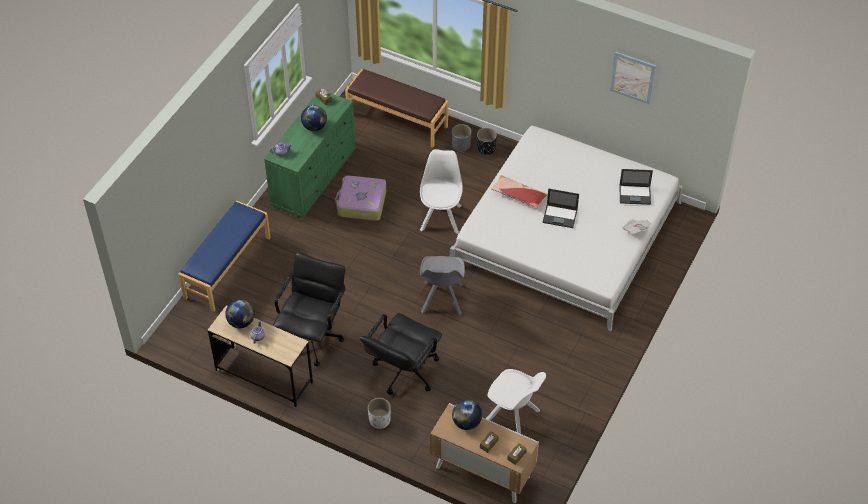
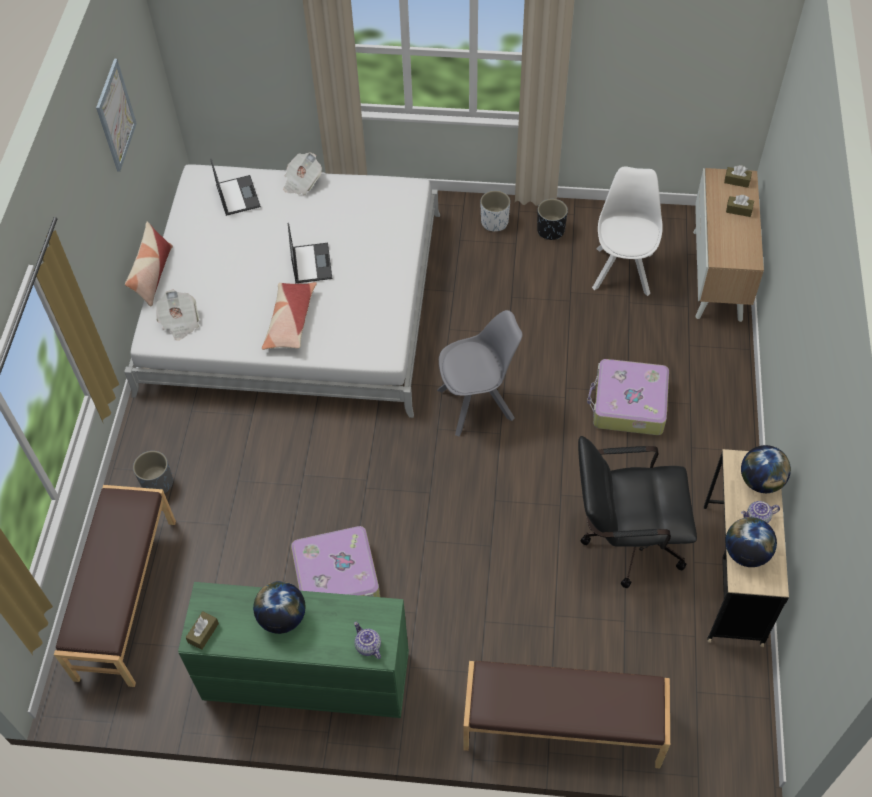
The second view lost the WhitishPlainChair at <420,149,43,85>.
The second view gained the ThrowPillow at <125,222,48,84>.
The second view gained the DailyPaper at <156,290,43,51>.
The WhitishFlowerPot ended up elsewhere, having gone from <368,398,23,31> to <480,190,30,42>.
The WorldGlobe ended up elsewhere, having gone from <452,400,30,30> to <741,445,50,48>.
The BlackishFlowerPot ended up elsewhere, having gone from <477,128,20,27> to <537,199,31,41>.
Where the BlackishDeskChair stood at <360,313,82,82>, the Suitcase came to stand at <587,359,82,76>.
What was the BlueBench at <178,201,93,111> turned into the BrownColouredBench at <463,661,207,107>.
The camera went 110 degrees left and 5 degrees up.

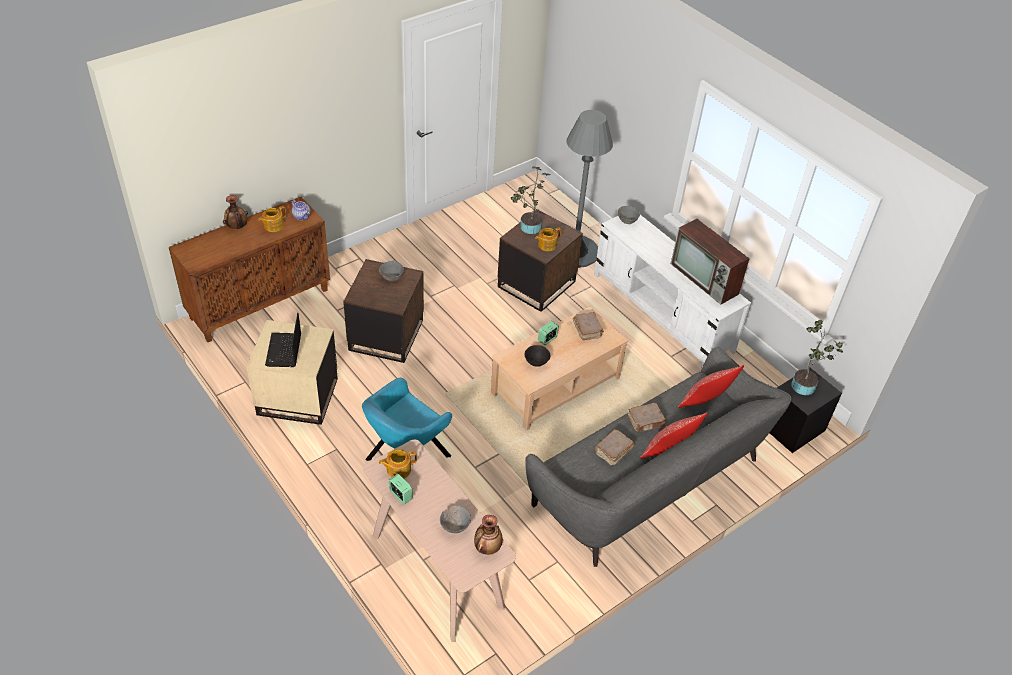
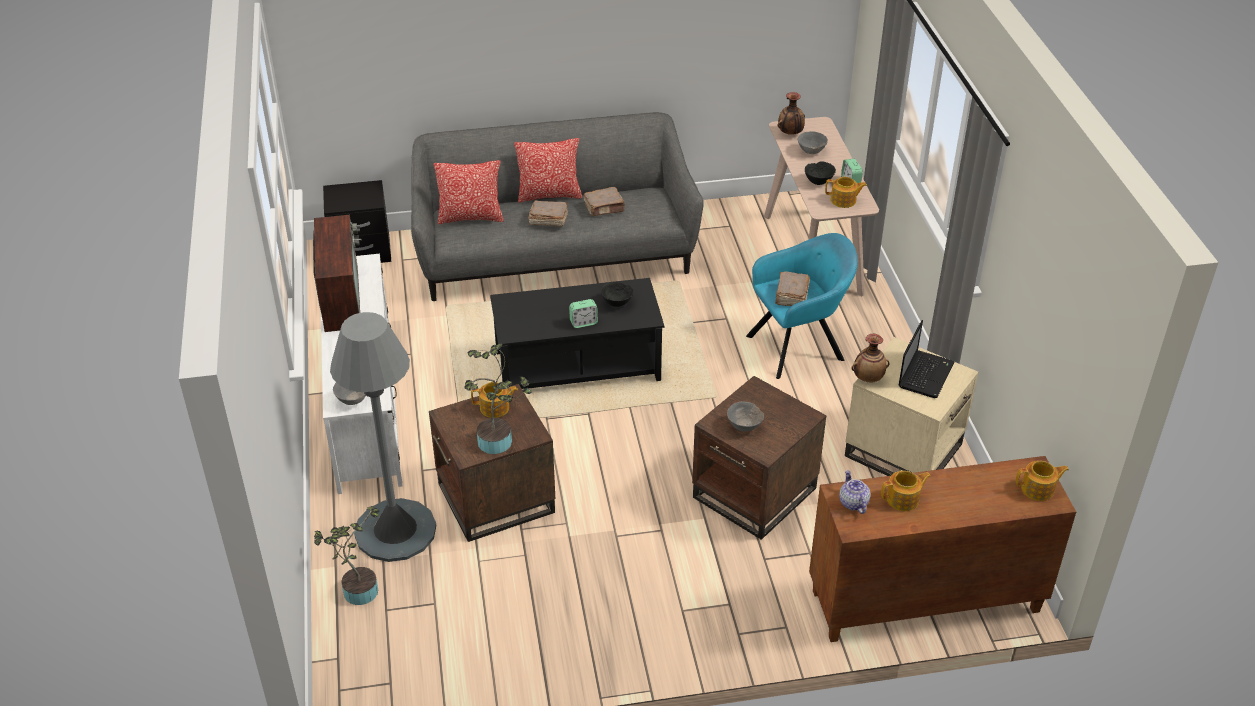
The second view gained the BlackishServingBowl at <805,161,31,24>.
The second view gained the Teapot at <1016,461,53,40>.
The FlowerVase ended up elsewhere, having gone from <223,195,25,34> to <851,334,39,48>.
The BrownColouredBook ended up elsewhere, having gone from <573,312,31,28> to <775,272,35,34>.
The PottedPlant ended up elsewhere, having gone from <791,320,52,75> to <314,506,66,99>.
What was the BeigeColouredLowTable at <491,306,137,125> turned into the BlackishLowTable at <490,278,174,111>.
The camera went 150 degrees left and 5 degrees down.

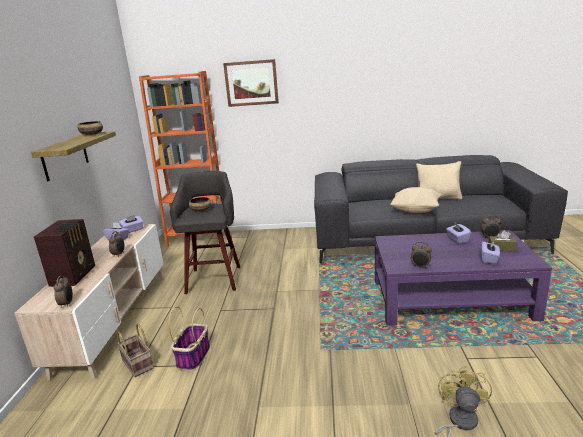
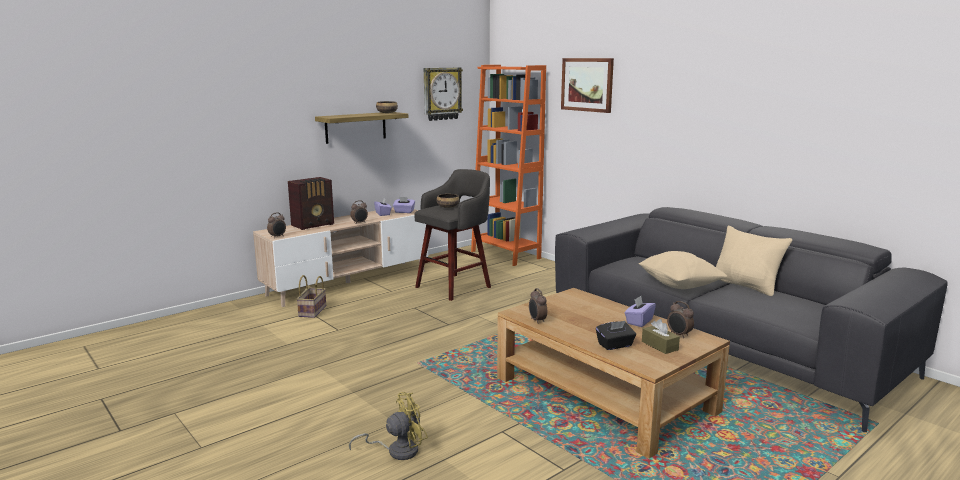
The second view lost the HouseholdBasket at <168,306,42,65>.
The second view gained the WallClock at <424,68,39,53>.
What was the PurpleColouredLowTable at <375,230,177,96> turned into the BrownColouredLowTable at <497,288,233,171>.
What was the PurpleColouredTissueHolder at <481,241,19,23> turned into the BlackishTissueHolder at <596,321,40,29>.
The camera went 45 degrees right and 5 degrees down.

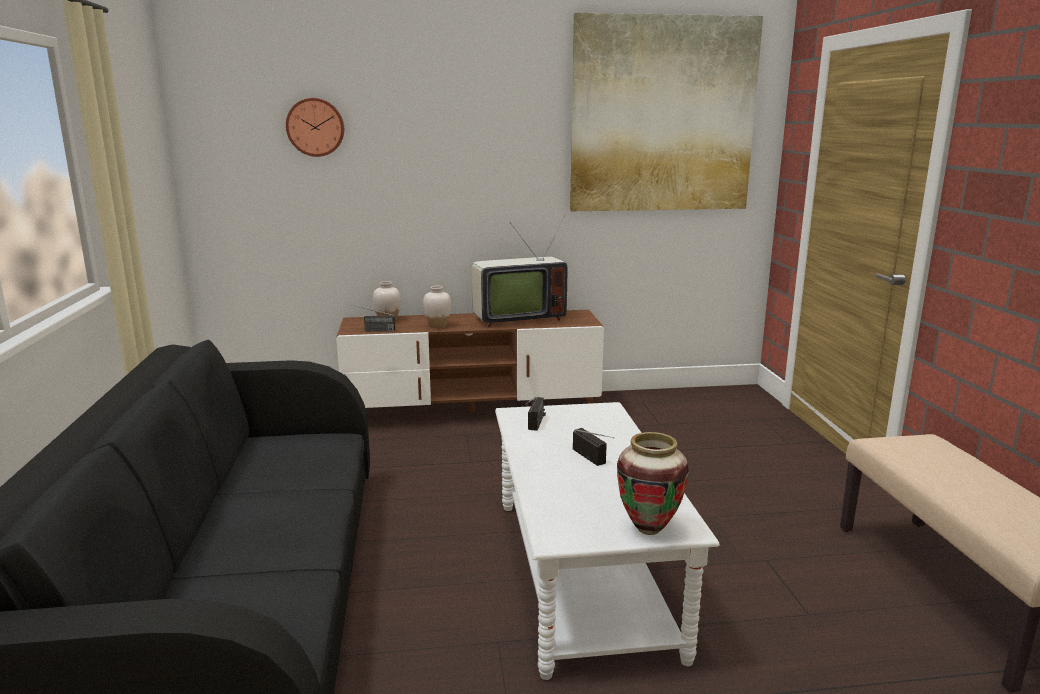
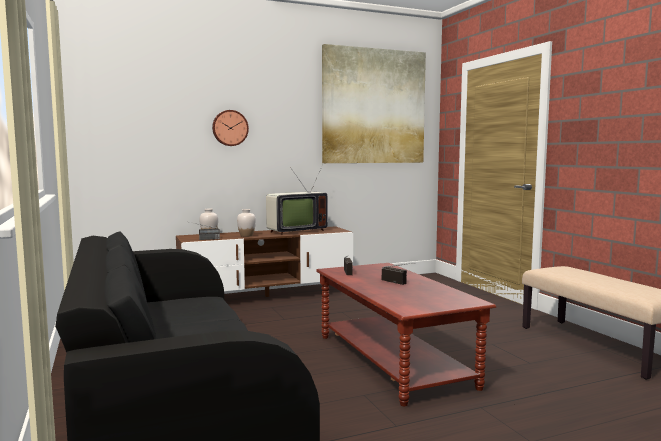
The second view lost the FlowerVase at <617,432,72,103>.
The WallClock ended up elsewhere, having gone from <286,98,58,59> to <212,110,37,36>.
What was the WhitishLowTable at <495,402,225,278> turned into the BrownColouredLowTable at <316,263,181,144>.
The camera went 15 degrees left and 10 degrees down.

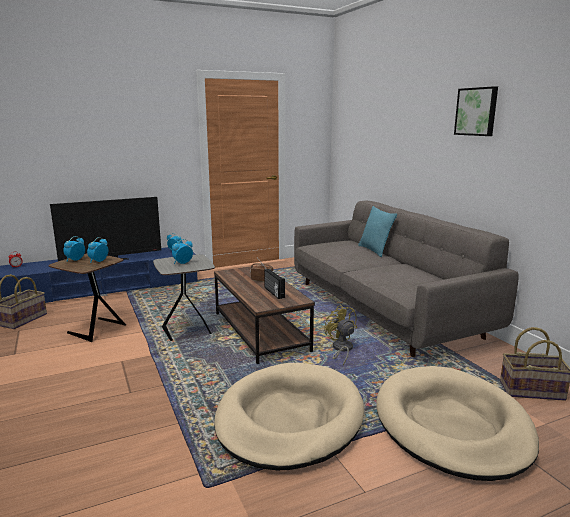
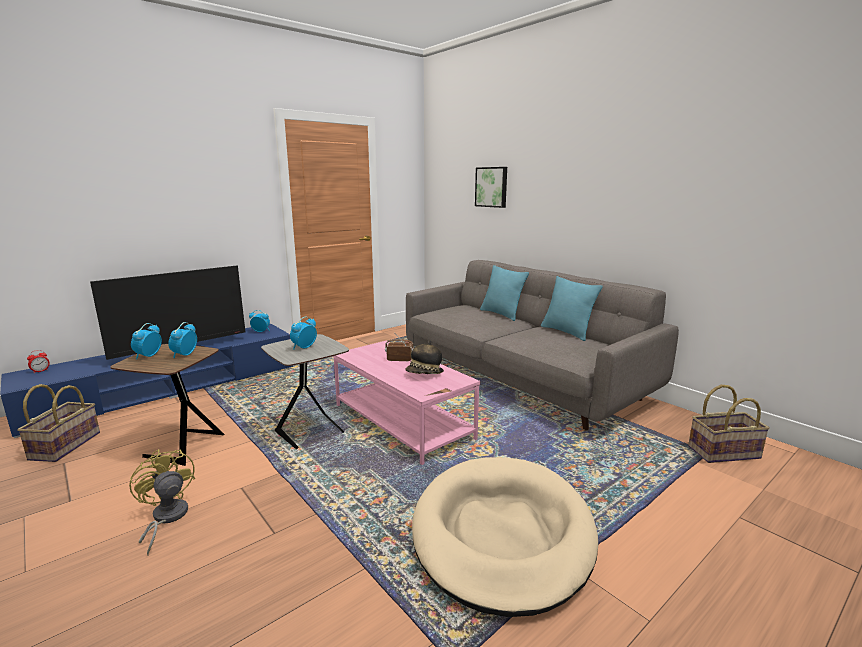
The second view lost the BeigeColouredDogCushion at <376,366,163,115>.
The second view gained the TurquoiseThrowPillow at <541,276,62,65>.
The YellowFan ended up elsewhere, having gone from <324,305,33,60> to <129,449,66,107>.
The Picture ended up elsewhere, having gone from <454,86,44,50> to <475,167,32,41>.
Where the RadioSet stood at <264,269,21,30>, the Hat came to stand at <405,340,39,34>.
What was the BrownColouredLowTable at <214,265,101,99> turned into the PinkishLowTable at <333,340,147,125>.
The camera went 15 degrees left and 0 degrees up.

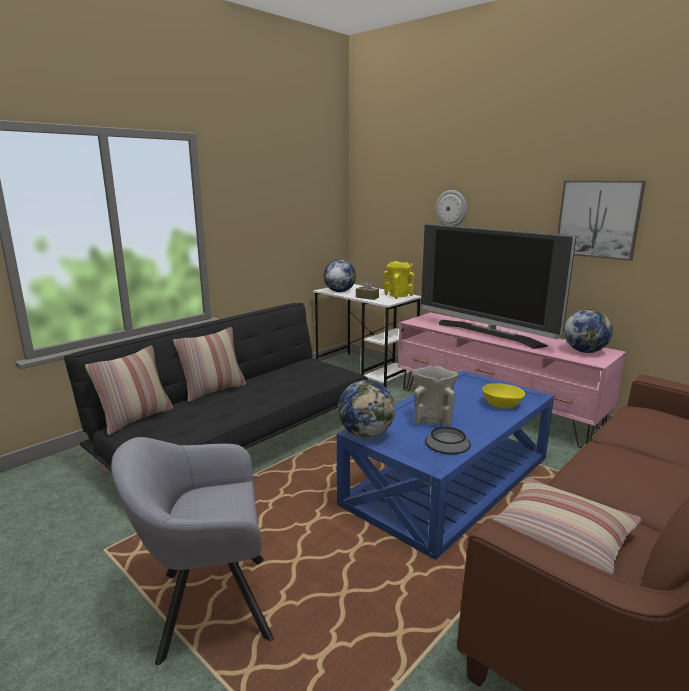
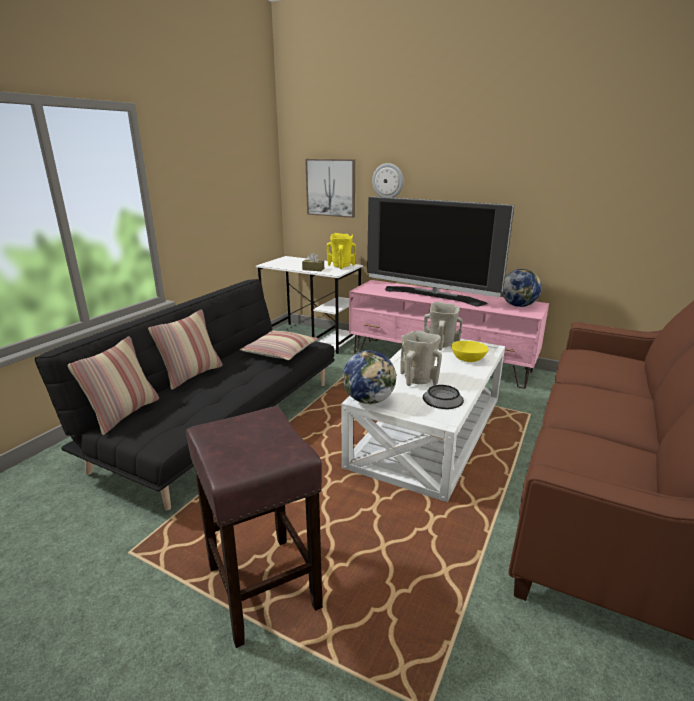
The second view lost the WorldGlobe at <324,259,32,33>.
The second view gained the BeigeColouredFlowerVase at <424,301,39,49>.
The ThrowPillow ended up elsewhere, having gone from <492,478,149,97> to <240,330,78,30>.
The Picture ended up elsewhere, having gone from <557,180,89,81> to <305,159,50,59>.
Where the GreyLoungeChair stood at <111,437,163,228>, the BrownColouredStoolSeat came to stand at <186,406,137,242>.
What was the BlueLowTable at <337,371,217,189> turned into the WhitishLowTable at <341,339,164,163>.
The camera went 15 degrees left and 5 degrees up.

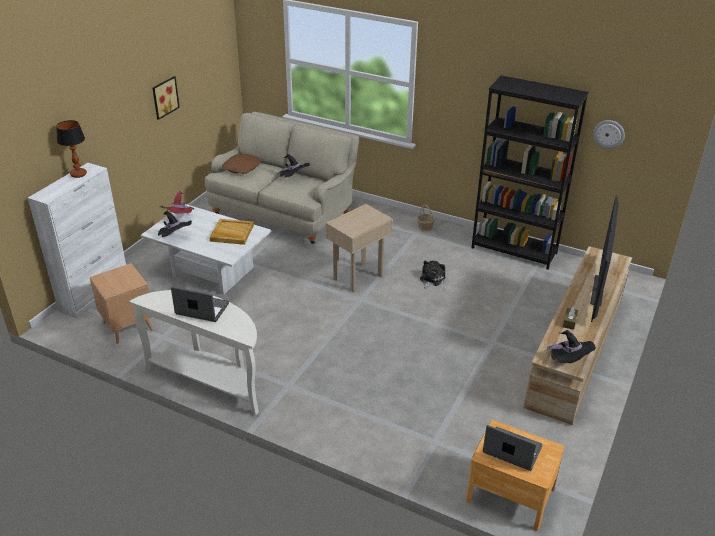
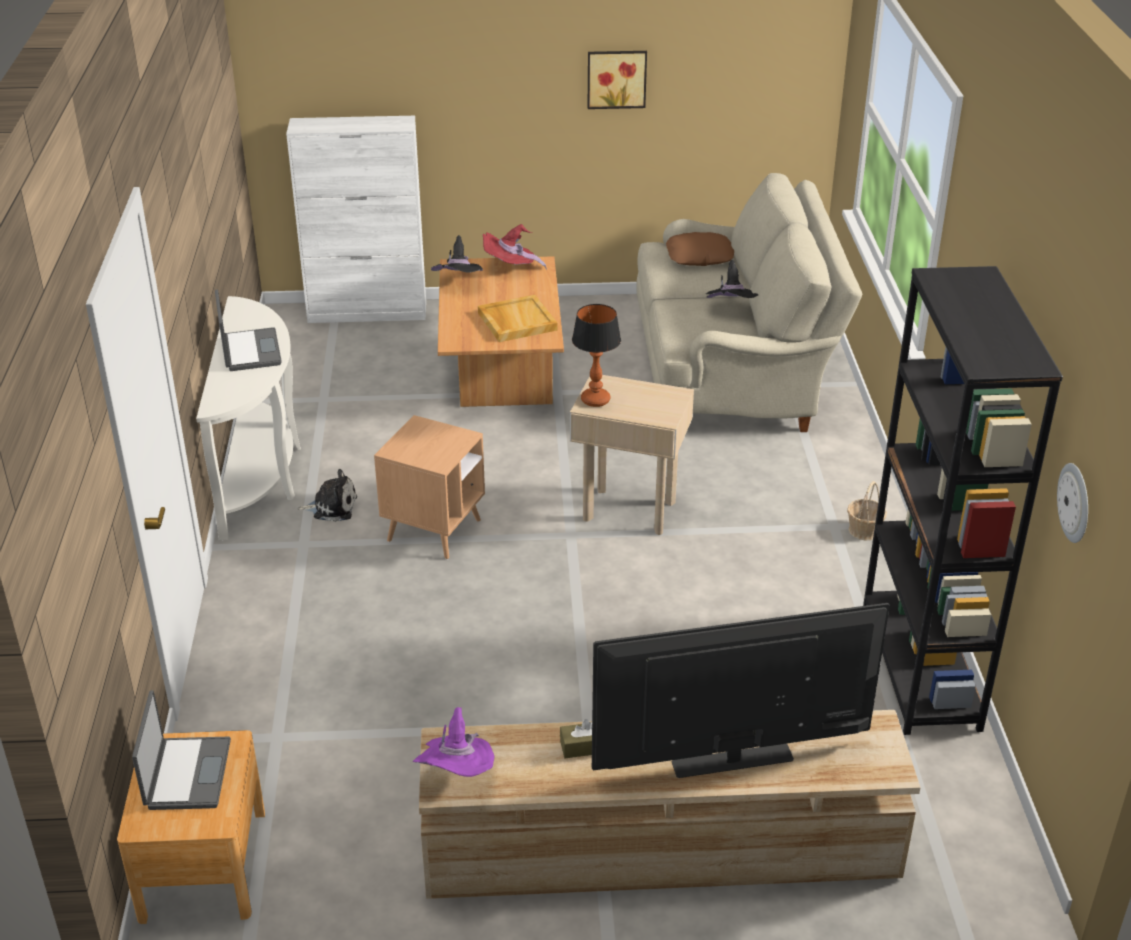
The LampForATable ended up elsewhere, having gone from <56,120,31,58> to <572,304,49,103>.
The BrownColouredEndTable ended up elsewhere, having gone from <90,263,63,81> to <374,415,111,145>.
The PlushToy ended up elsewhere, having gone from <420,260,26,29> to <298,469,59,53>.
What was the WhitishLowTable at <141,204,130,91> turned into the BrownColouredLowTable at <438,256,126,151>.
What was the BlackishHat at <545,330,51,33> turned into the PurpleColouredHat at <413,707,81,70>.
The camera went 60 degrees right and 0 degrees up.

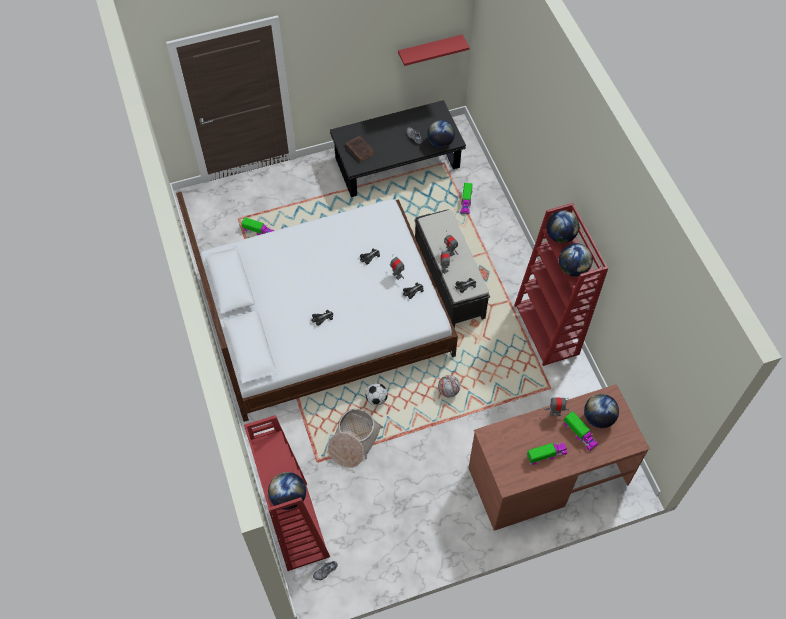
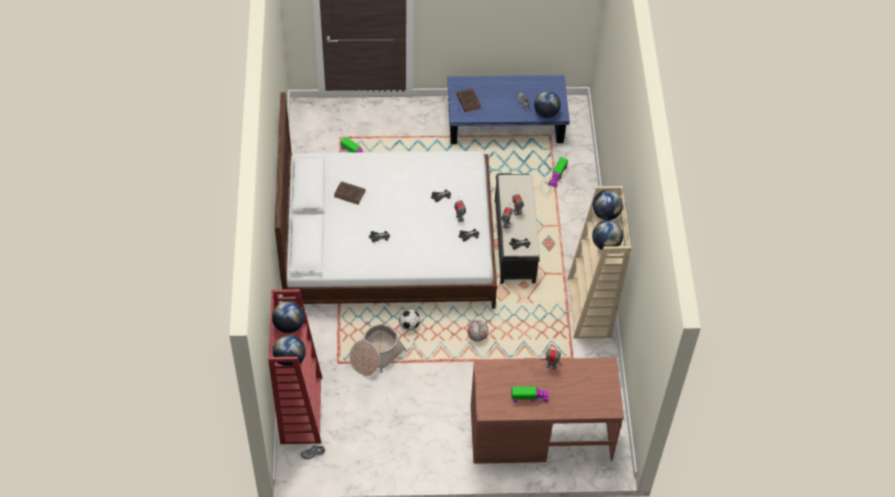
The second view lost the ReddishShelf at <398,34,72,32>.
The second view lost the ToyTruck at <564,411,34,40>.
The second view gained the BrownColouredBook at <334,181,32,23>.
The WorldGlobe ended up elsewhere, having gone from <584,394,35,34> to <272,301,32,32>.
What was the BlackishLowTable at <330,100,136,97> turned into the BlueLowTable at <447,75,123,69>.
What was the ReddishBookcase at <514,203,94,163> turned into the BeigeColouredBookcase at <567,186,64,153>.
The camera went 15 degrees right and 5 degrees down.

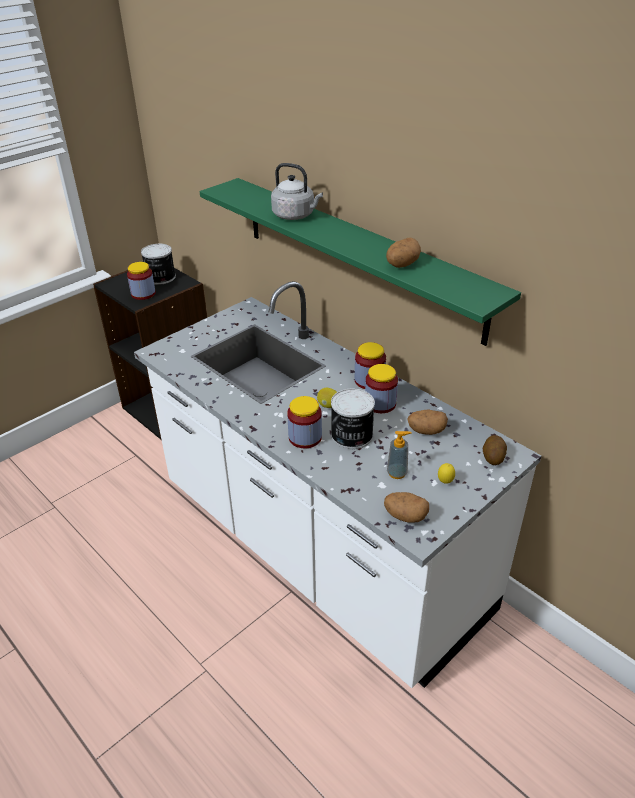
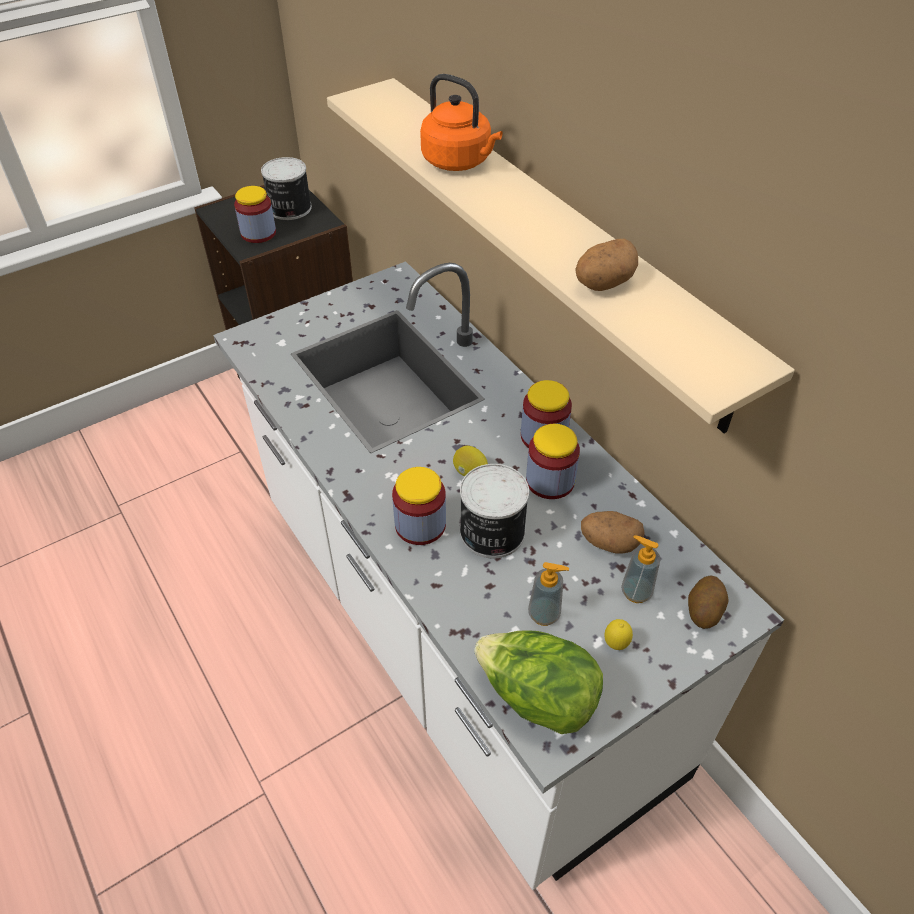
The second view gained the SoapDispenser at <621,535,40,68>.
Where the Spud stood at <384,492,45,31>, the LettuceHead came to stand at <474,630,129,104>.
What was the GreenColouredShelf at <200,178,321,168> turned into the BeigeColouredShelf at <327,78,468,355>.
What was the GreyTeaKettle at <271,163,52,57> turned into the OrangeyTeaKettle at <420,74,83,97>.
The camera went 10 degrees right and 10 degrees up.

